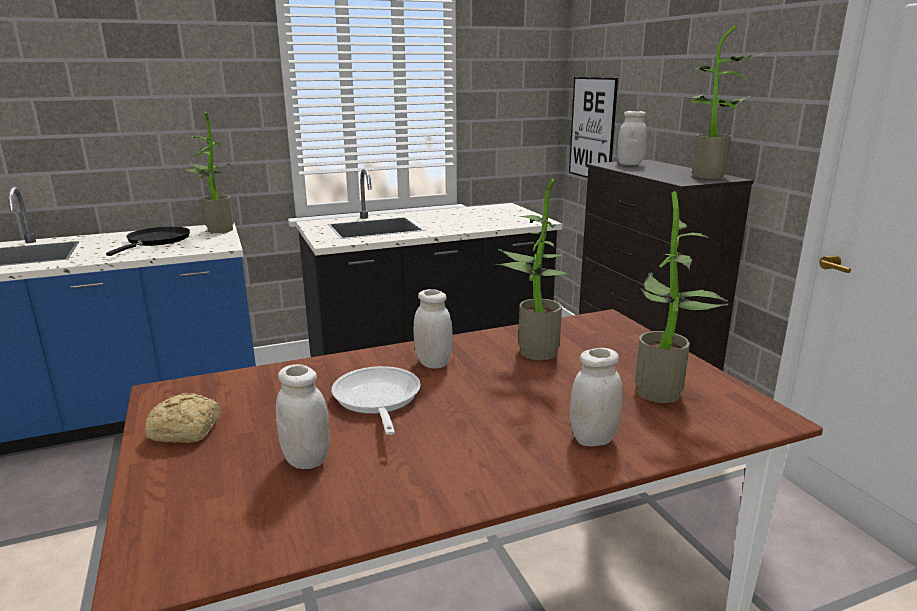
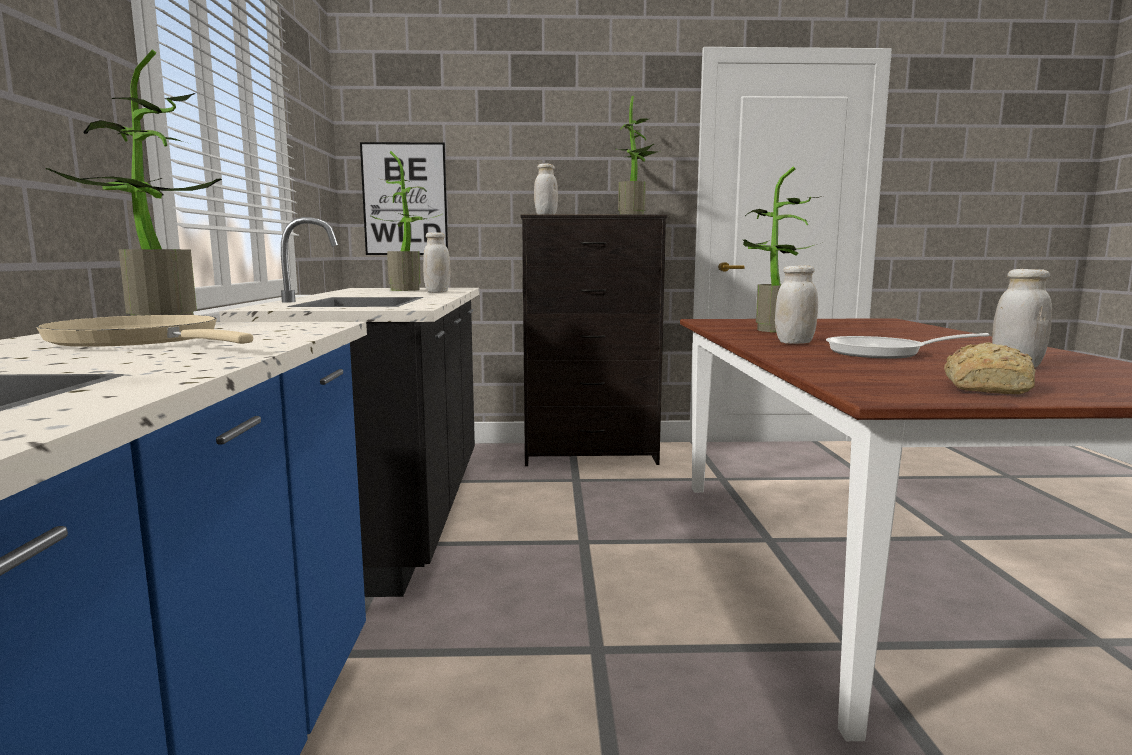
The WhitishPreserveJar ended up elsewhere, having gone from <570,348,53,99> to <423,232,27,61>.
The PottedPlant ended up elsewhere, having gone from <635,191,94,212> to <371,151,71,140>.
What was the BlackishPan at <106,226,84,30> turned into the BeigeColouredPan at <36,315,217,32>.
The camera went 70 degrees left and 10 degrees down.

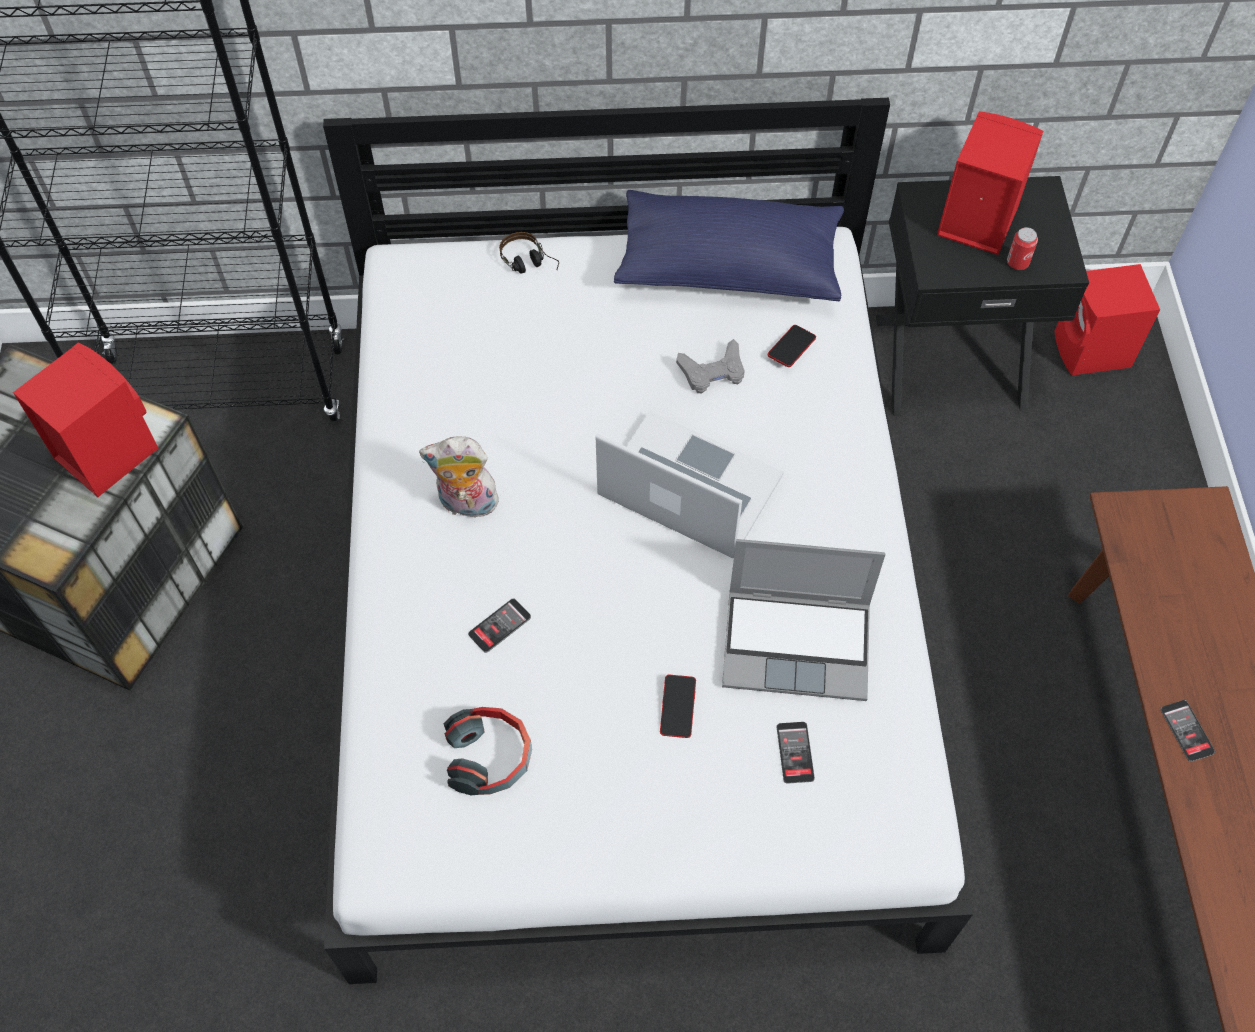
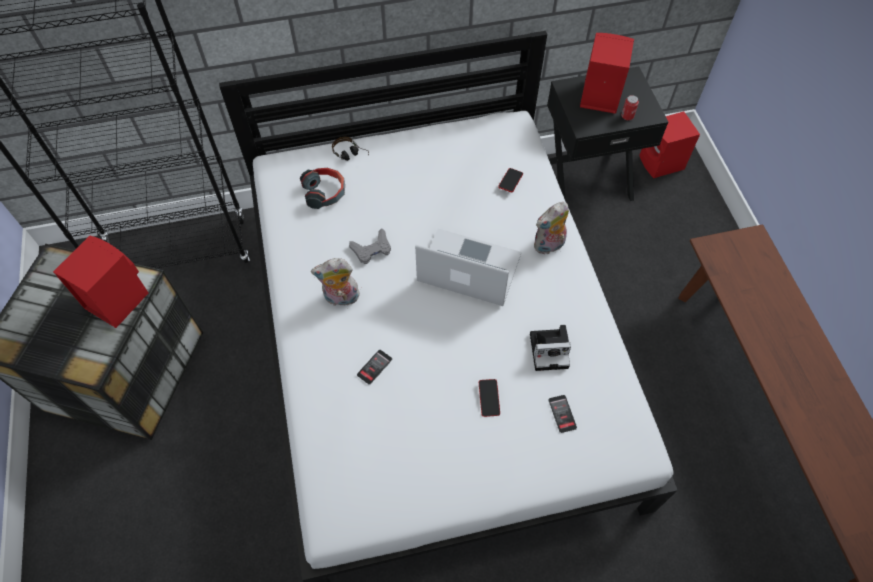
The second view lost the BlueThrowPillow at <614,190,230,111>.
The second view lost the Phone at <1160,700,55,62>.
The second view gained the PlushToy at <534,202,35,52>.
The Headphones ended up elsewhere, having gone from <444,707,88,88> to <300,168,45,41>.
The GreyJoypad ended up elsewhere, having gone from <676,339,69,55> to <349,228,42,36>.
Where the PortableComputer stood at <722,539,163,162>, the StillCamera came to stand at <530,325,41,46>.
The camera went 10 degrees left and 0 degrees up.

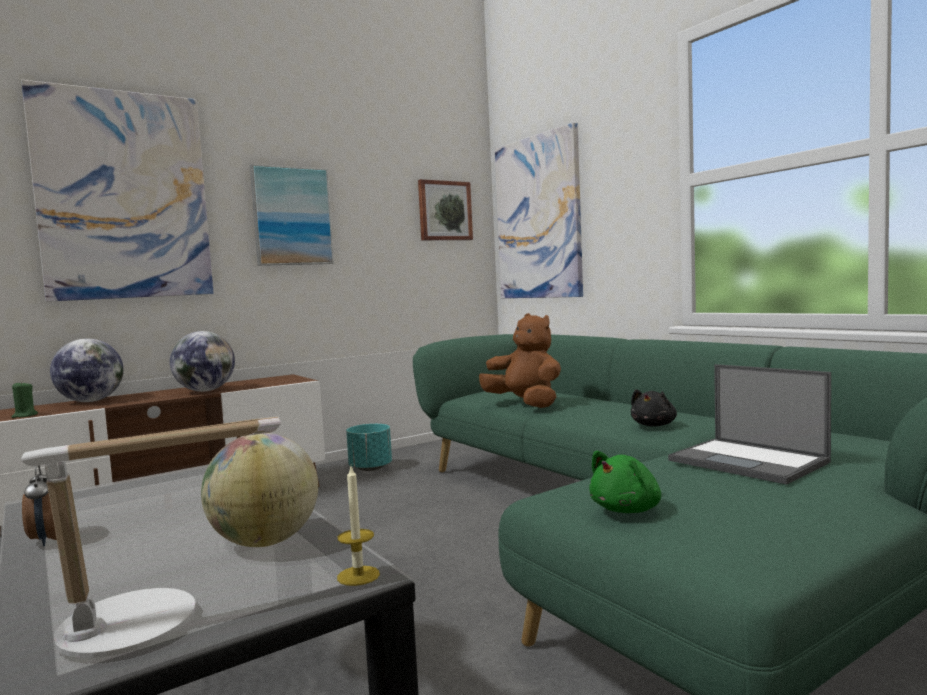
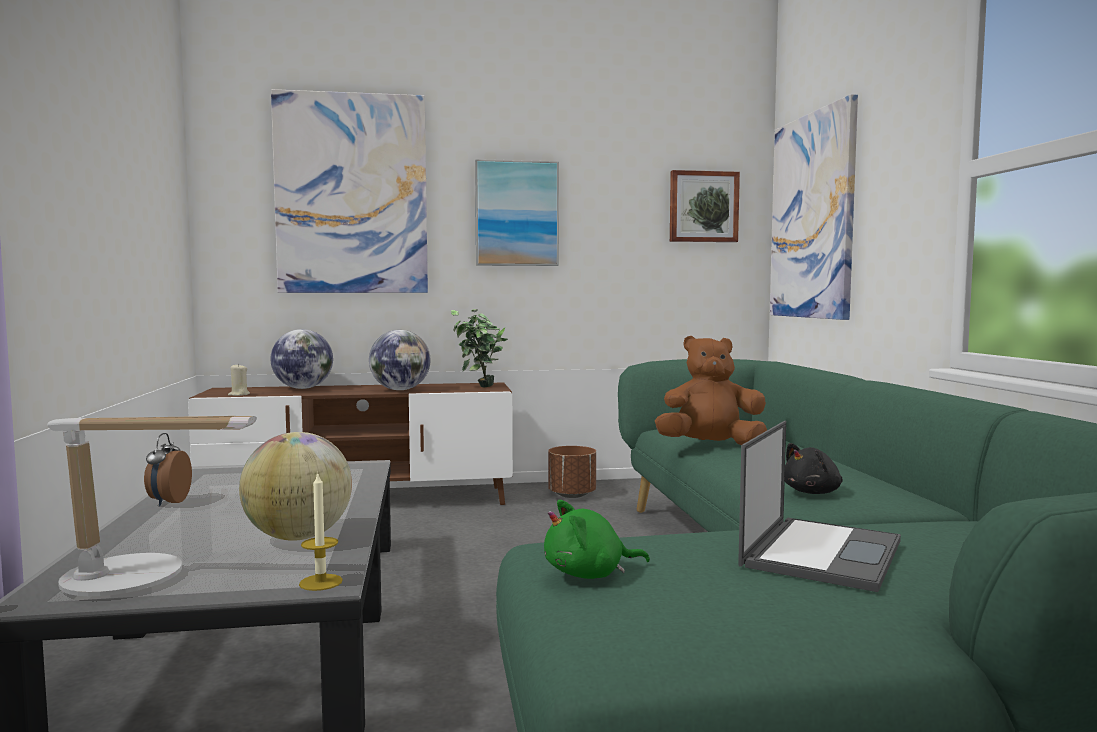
The second view gained the PottedPlant at <451,309,57,78>.
What was the GreenColouredWaxCandle at <12,381,26,37> turned into the BeigeColouredWaxCandle at <228,364,22,32>.
What was the TurquoiseFlowerPot at <346,424,46,47> turned into the BrownColouredFlowerPot at <548,446,48,52>.
The BrownColouredPlushToy at <479,313,82,95> ended up facing another way, 75 degrees counterclockwise from before.
The PortableComputer at <668,364,163,121> ended up facing another way, 135 degrees counterclockwise from before.
The camera went 25 degrees right and 0 degrees up.

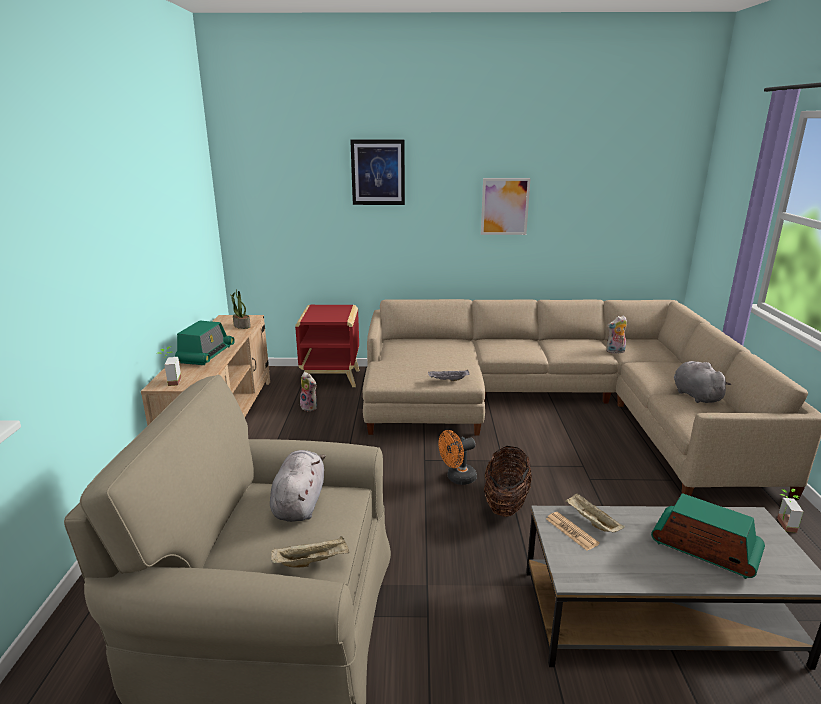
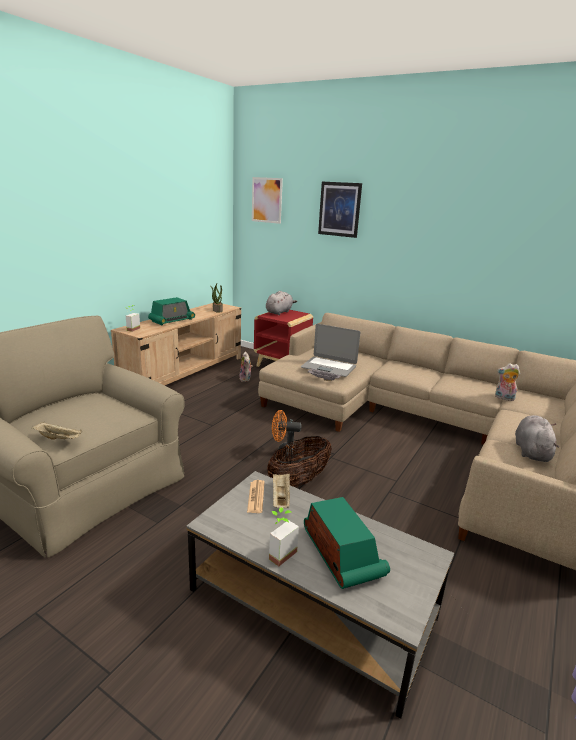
The second view gained the PortableComputer at <301,324,59,53>.
The GreyPlushToy ended up elsewhere, having gone from <270,450,56,72> to <266,291,31,24>.
The Picture ended up elsewhere, having gone from <481,178,50,57> to <252,177,31,47>.
The PottedPlant ended up elsewhere, having gone from <777,489,26,44> to <269,507,30,59>.
The camera went 30 degrees right and 0 degrees up.

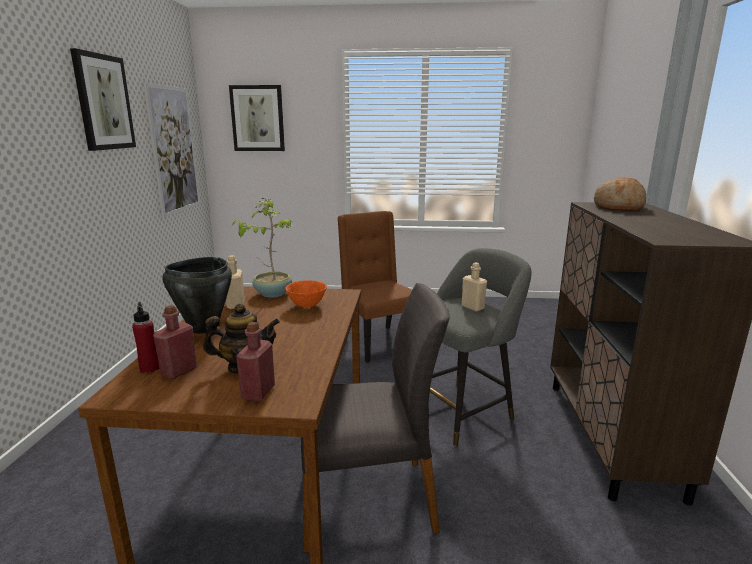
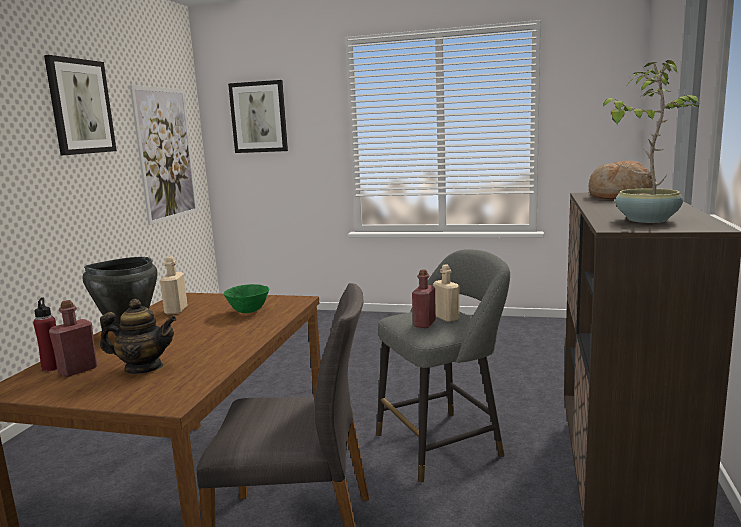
The second view lost the BrownColouredPlainChair at <337,211,75,152>.
The PottedPlant ended up elsewhere, having gone from <232,198,61,99> to <603,60,96,163>.
The ReddishDrinkBottle ended up elsewhere, having gone from <236,322,39,80> to <412,269,24,59>.
What was the OrangeyServingBowl at <286,280,41,28> turned into the GreenColouredServingBowl at <224,284,45,29>.
The camera went 10 degrees right and 5 degrees down.

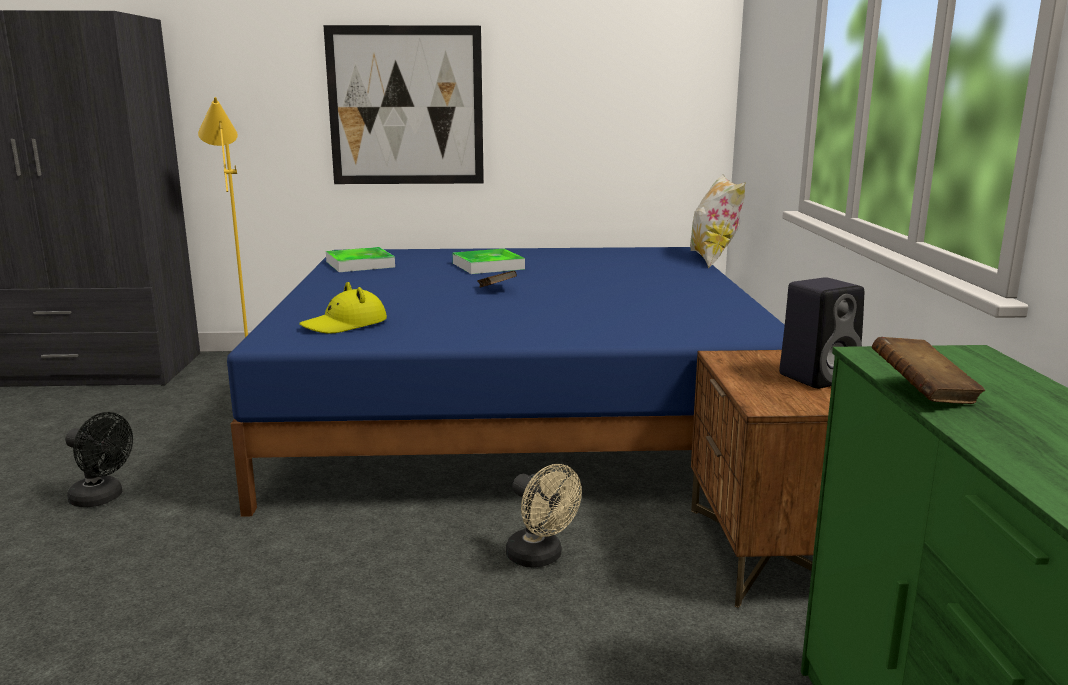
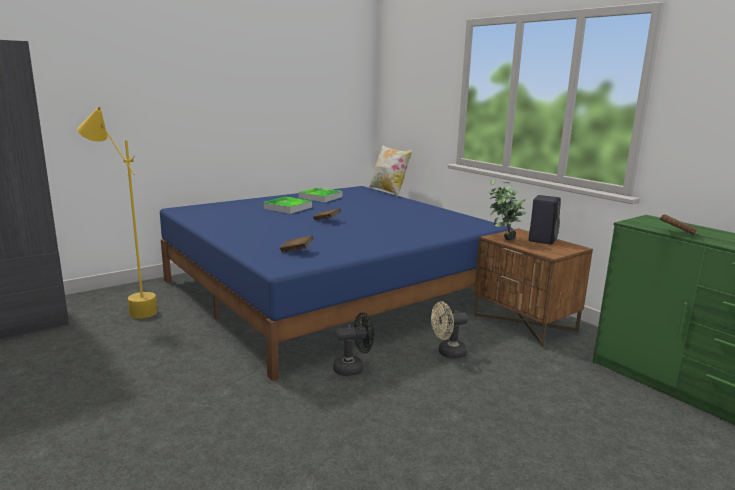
The second view lost the Picture at <323,25,161,159>.
The second view gained the PottedPlant at <489,180,37,60>.
The BlackishFan ended up elsewhere, having gone from <65,412,68,95> to <333,312,41,64>.
The ServingTray ended up elsewhere, having gone from <326,247,69,25> to <299,187,43,15>.
Where the YellowHat stood at <299,282,88,52>, the BrownColouredBook came to stand at <279,235,34,18>.
The BeigeColouredFan at <506,464,76,103> ended up facing another way, 150 degrees clockwise from before.
The camera went 35 degrees left and 0 degrees up.

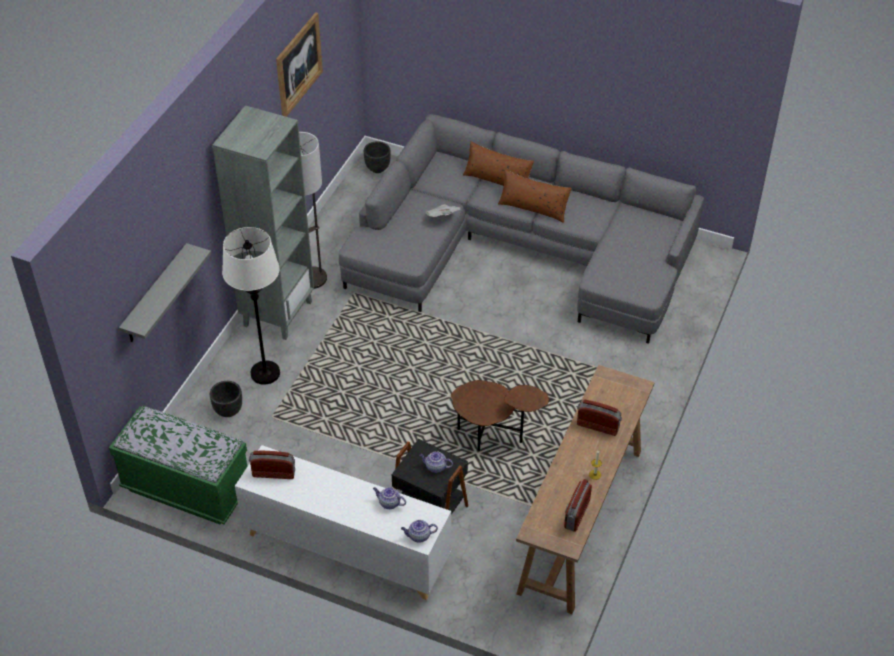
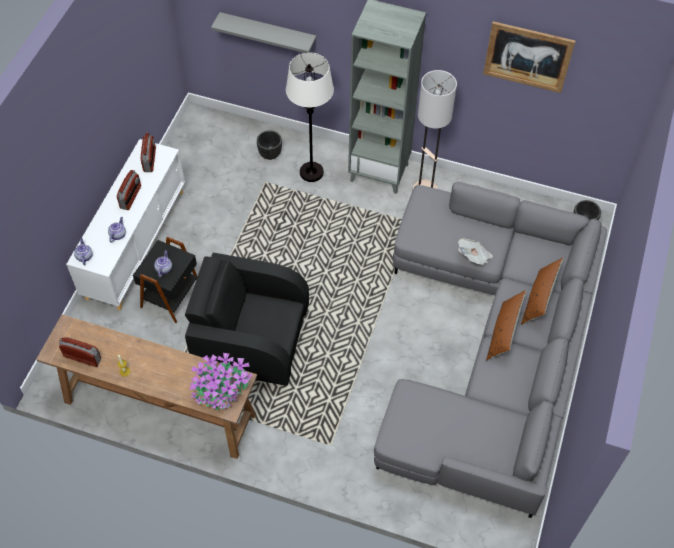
The second view lost the GreenColouredBench at <109,406,138,118>.
The second view gained the PottedPlant at <189,353,64,57>.
The RadioSet ended up elsewhere, having gone from <577,399,45,37> to <117,170,24,40>.
Where the BrownColouredEndTable stood at <451,380,98,71>, the BlackishLoungeChair came to stand at <185,253,124,133>.
The camera went 85 degrees right and 10 degrees up.

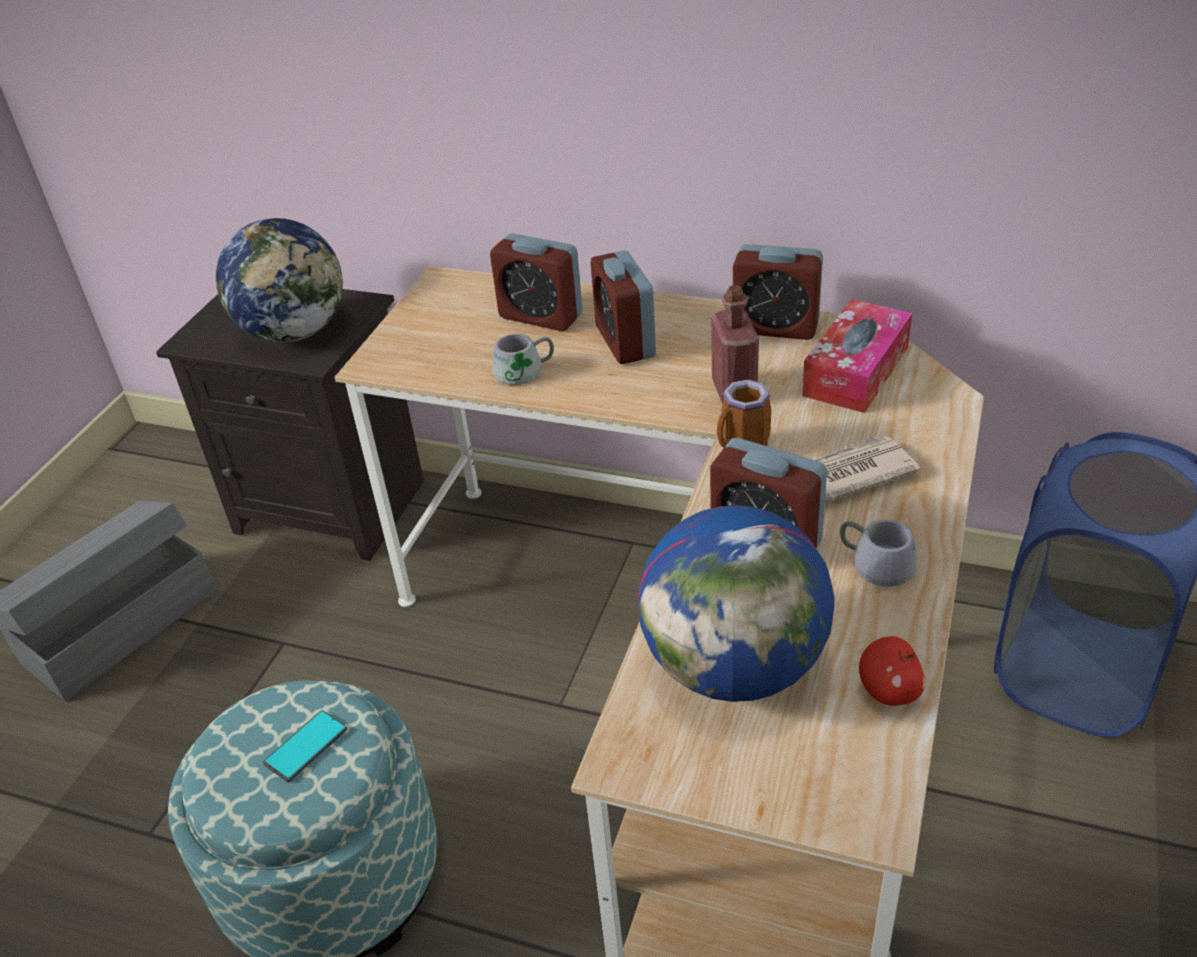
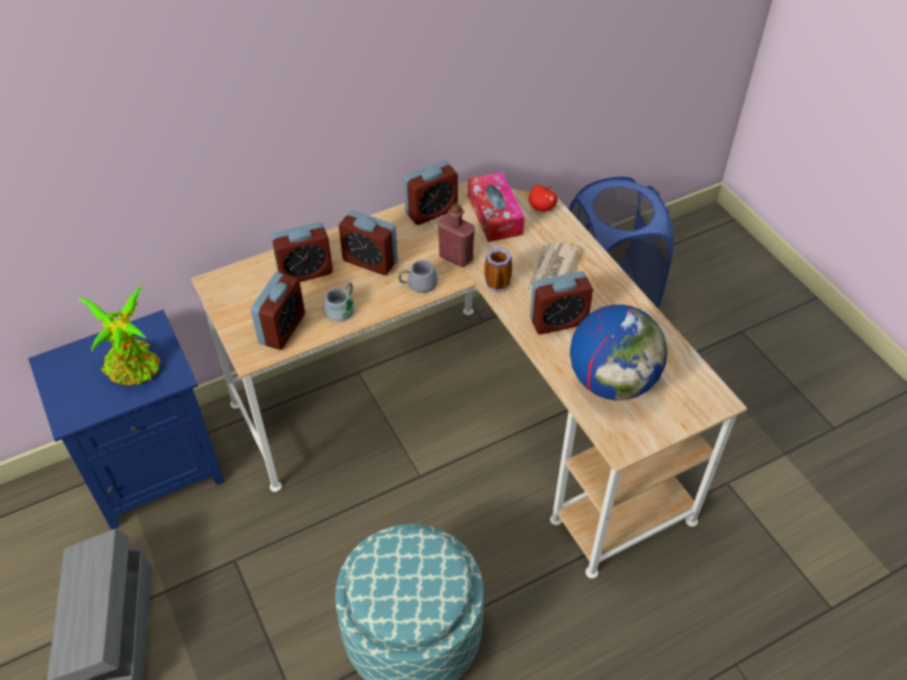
The second view lost the Phone at <263,710,84,72>.
The second view gained the BedsideClock at <251,272,54,78>.
The GreyMug ended up elsewhere, having gone from <840,520,78,67> to <398,260,40,33>.
The WholeApple ended up elsewhere, having gone from <859,636,66,70> to <529,185,29,27>.
Where the WorldGlobe stood at <216,218,127,125>, the PottedPlant came to stand at <79,286,81,99>.
What was the BlackishNightTable at <156,289,268,272> turned into the BlueNightTable at <28,310,196,220>.
The camera went 50 degrees left and 10 degrees up.

